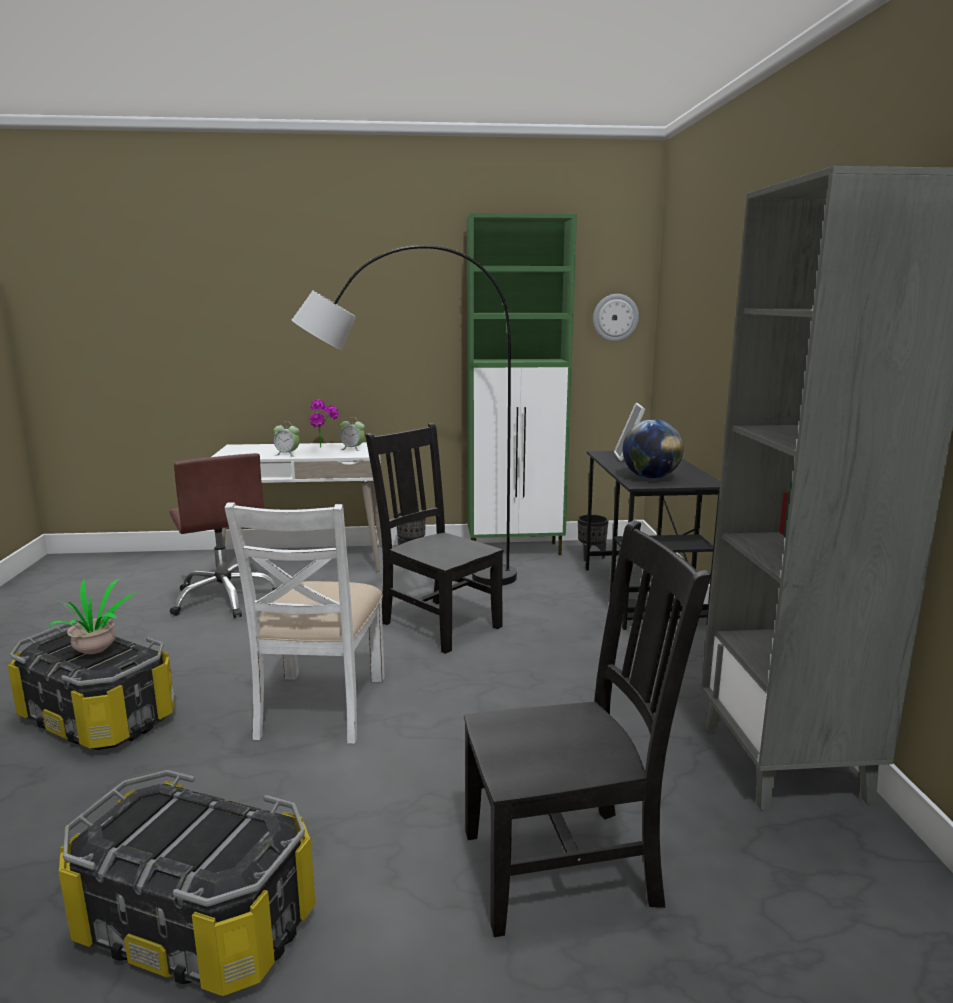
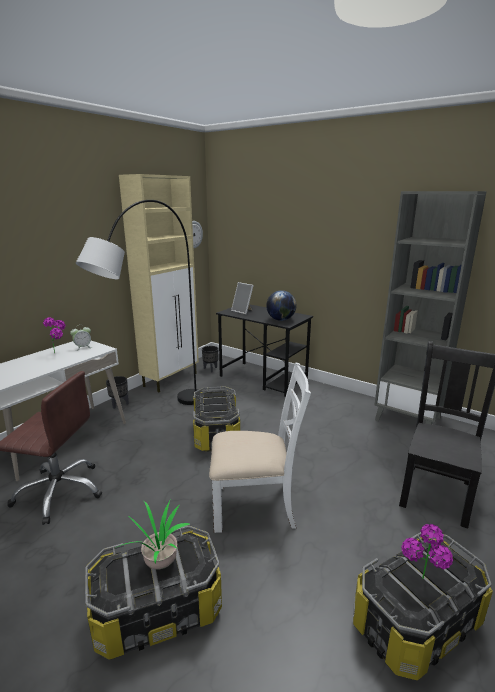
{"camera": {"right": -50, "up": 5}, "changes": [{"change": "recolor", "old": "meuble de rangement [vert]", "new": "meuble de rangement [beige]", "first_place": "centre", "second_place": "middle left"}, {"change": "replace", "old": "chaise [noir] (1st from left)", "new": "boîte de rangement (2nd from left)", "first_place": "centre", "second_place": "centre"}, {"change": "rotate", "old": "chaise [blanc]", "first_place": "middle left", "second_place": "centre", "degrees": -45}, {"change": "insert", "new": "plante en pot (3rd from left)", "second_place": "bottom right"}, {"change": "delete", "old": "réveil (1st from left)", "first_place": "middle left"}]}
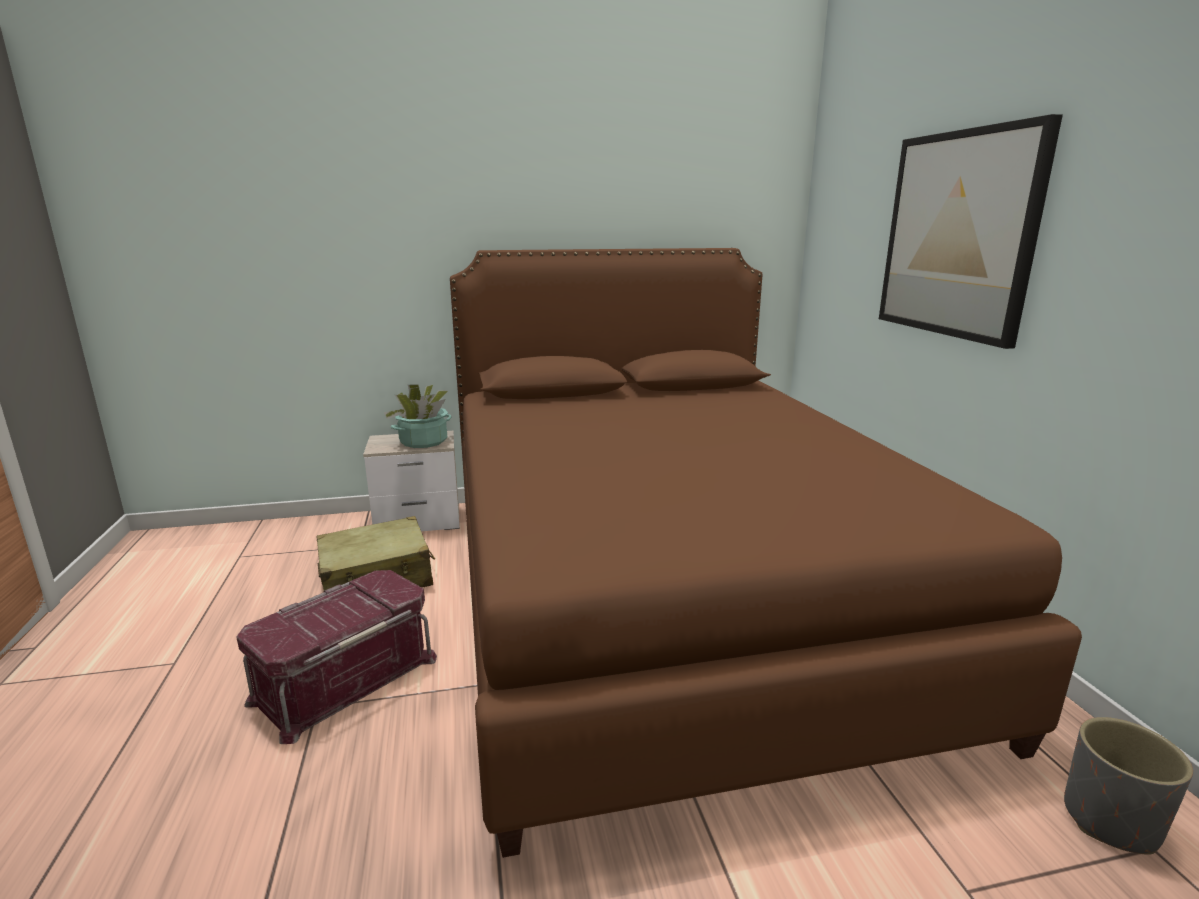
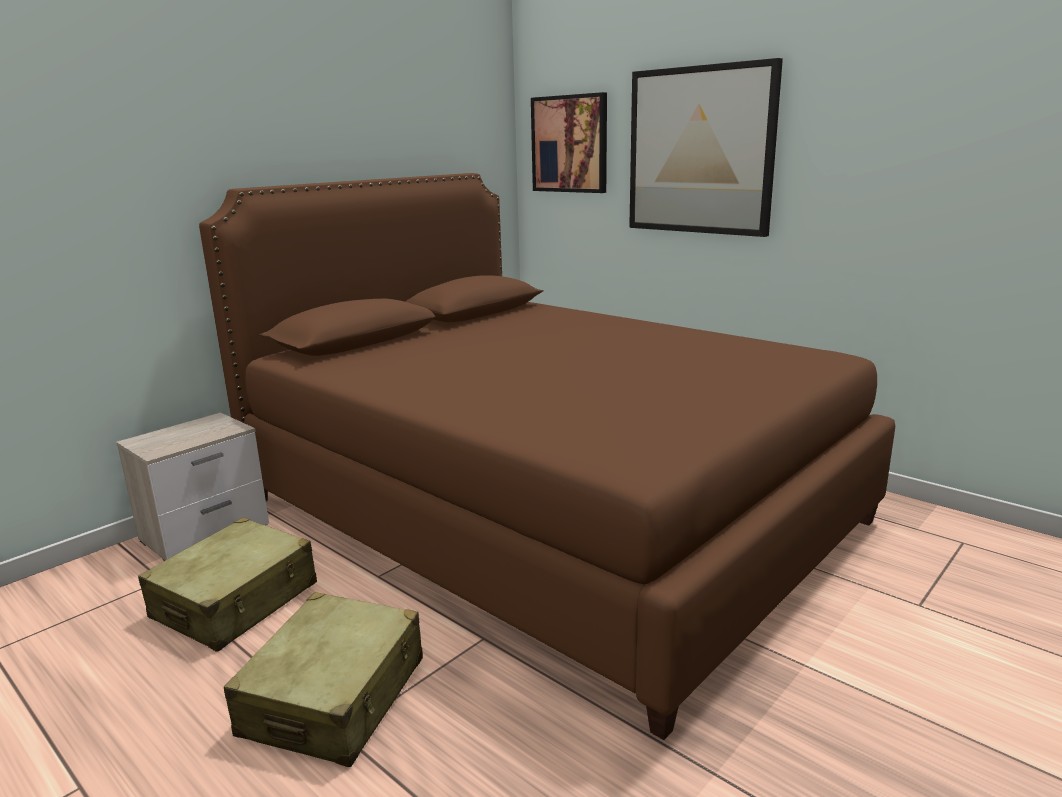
{"camera": {"right": -35, "up": 0}, "changes": [{"change": "replace", "old": "boîte de rangement [rouge]", "new": "valise [beige] (2nd from left)", "first_place": "bottom left", "second_place": "bottom left"}, {"change": "insert", "new": "tableau (1st from left)", "second_place": "top centre"}, {"change": "delete", "old": "plante en pot", "first_place": "centre"}, {"change": "delete", "old": "cache-pot [gris]", "first_place": "bottom right"}]}
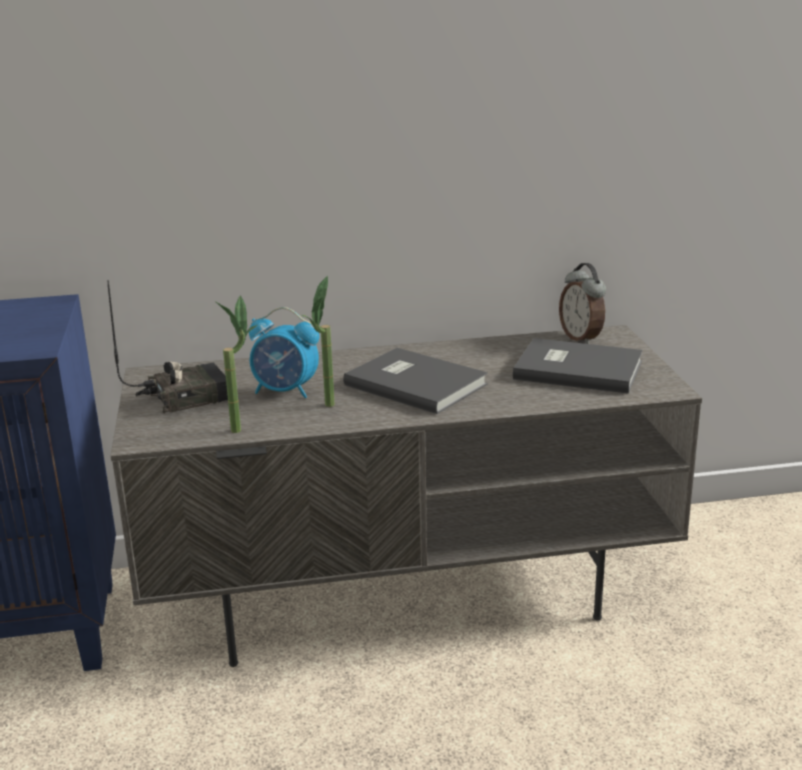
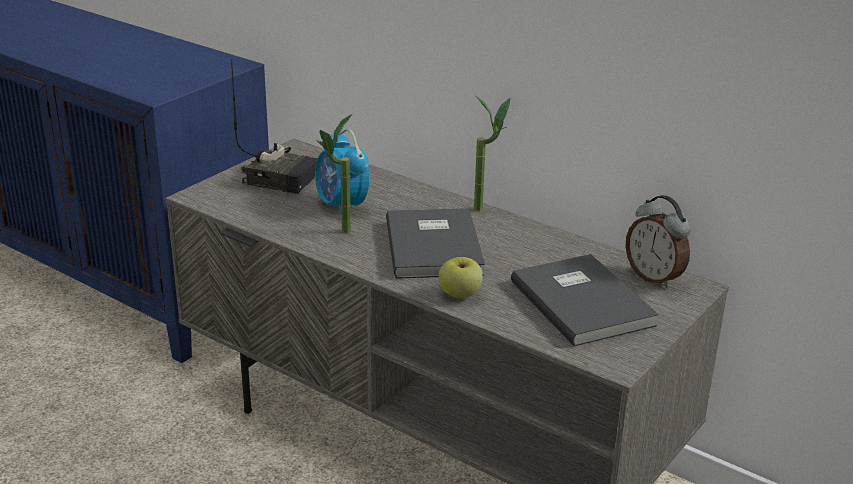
{"camera": {"right": 45, "up": 5}, "changes": [{"change": "insert", "new": "pomme", "second_place": "centre"}, {"change": "move", "old": "plante en pot (1st from left in the first image)", "new": "plante en pot (2nd from left)", "first_place": "middle left", "second_place": "top centre"}, {"change": "rotate", "old": "réveil (2nd from left)", "first_place": "middle right", "second_place": "middle right", "degrees": -60}]}
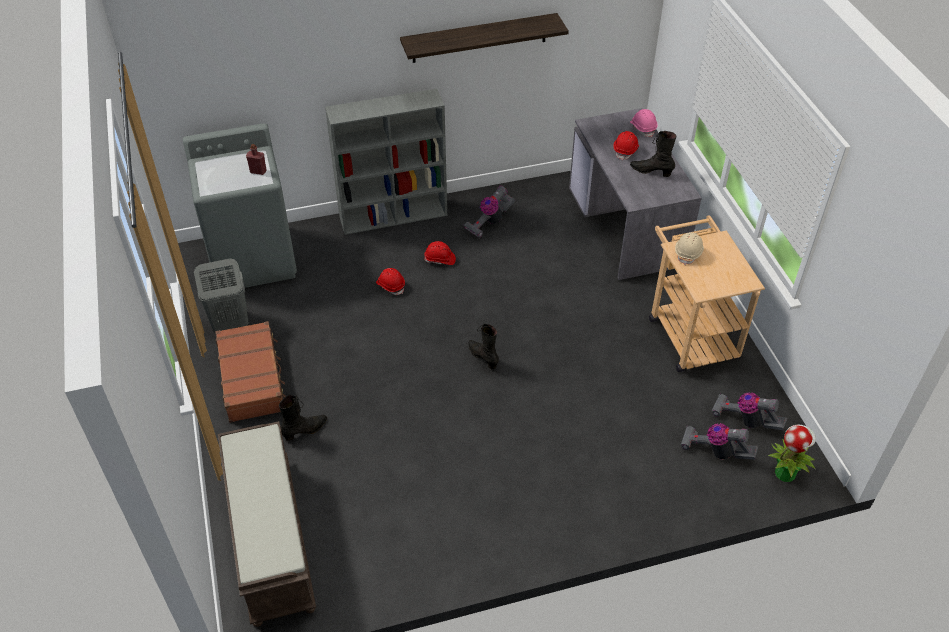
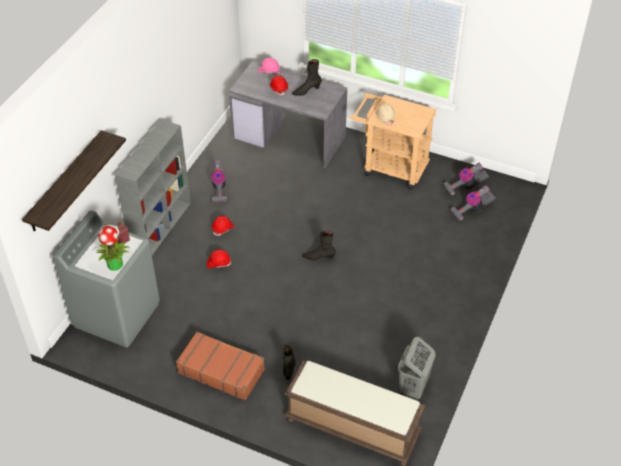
{"camera": {"right": -50, "up": 0}, "changes": [{"change": "move", "old": "étagère", "first_place": "top centre", "second_place": "middle left"}, {"change": "move", "old": "plante en pot", "first_place": "bottom right", "second_place": "middle left"}, {"change": "move", "old": "panier à linge [gris]", "first_place": "middle left", "second_place": "bottom right"}]}
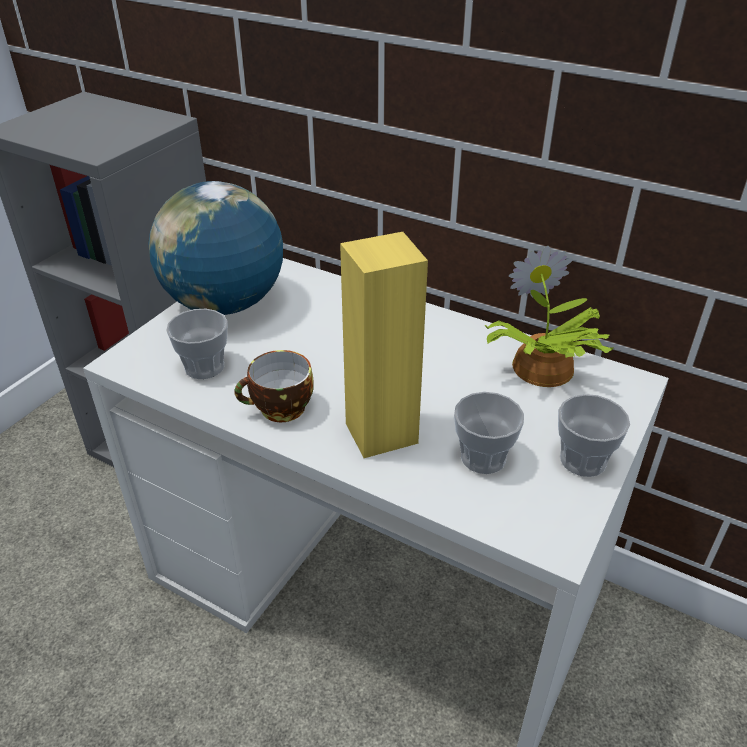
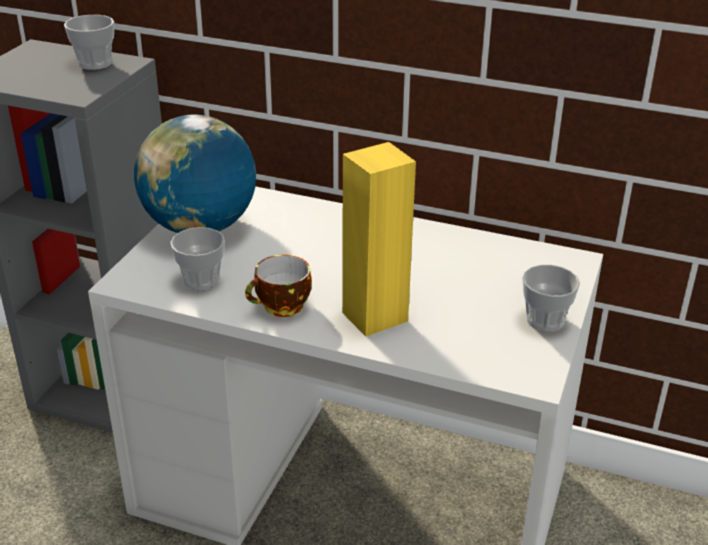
{"camera": {"right": -10, "up": -5}, "changes": [{"change": "move", "old": "tasse (3rd from left in the first image)", "new": "tasse (1st from left)", "first_place": "centre", "second_place": "top left"}, {"change": "delete", "old": "plante en pot", "first_place": "middle right"}]}
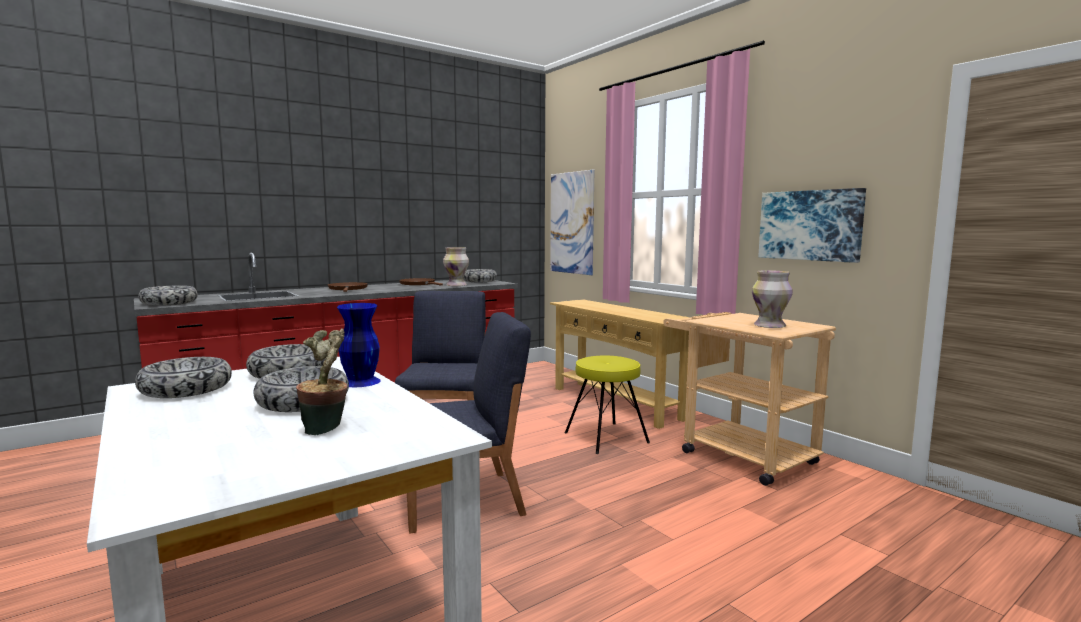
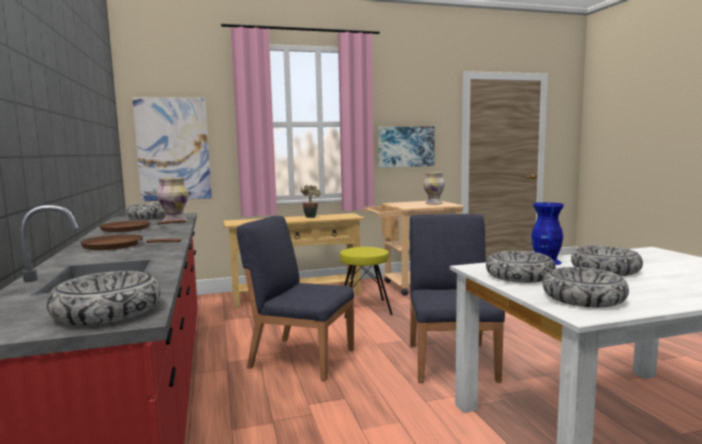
{"camera": {"right": -70, "up": 0}, "changes": [{"change": "move", "old": "plante en pot", "first_place": "middle left", "second_place": "centre"}]}
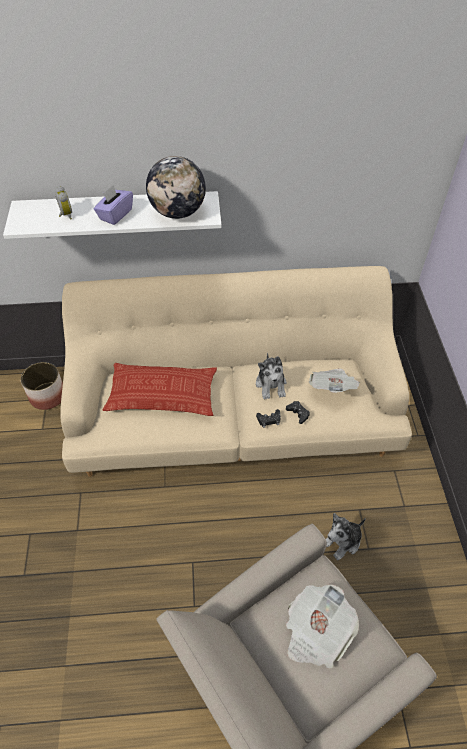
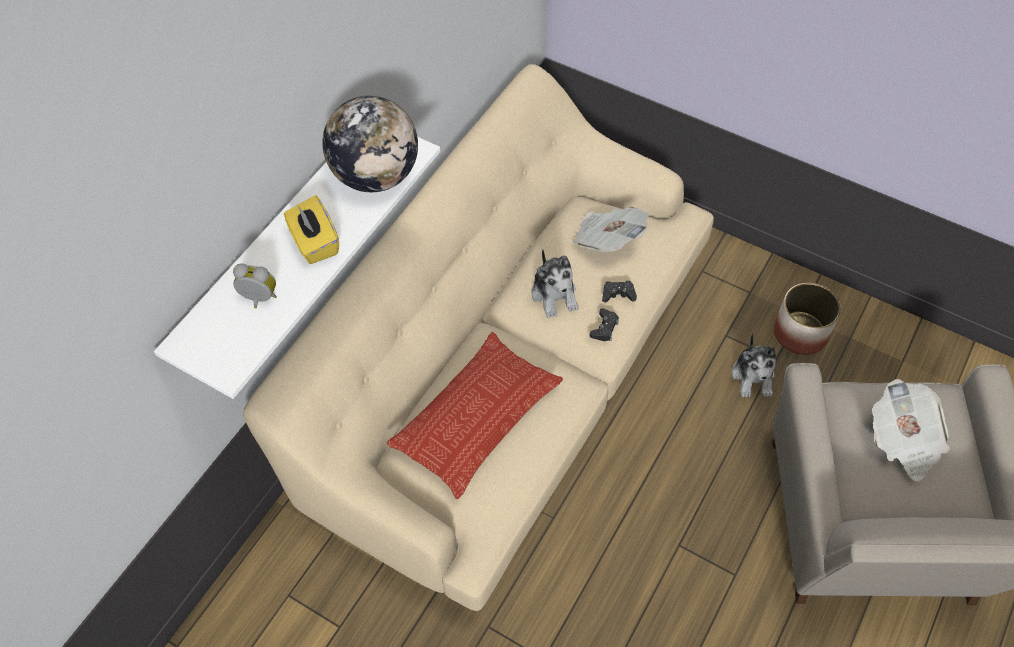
{"camera": {"right": -55, "up": 5}, "changes": [{"change": "recolor", "old": "boîte à mouchoirs [violet]", "new": "boîte à mouchoirs [jaune]", "first_place": "top left", "second_place": "middle left"}, {"change": "rotate", "old": "peluche (1st from left)", "first_place": "centre", "second_place": "centre", "degrees": 45}, {"change": "move", "old": "cache-pot", "first_place": "middle left", "second_place": "middle right"}]}
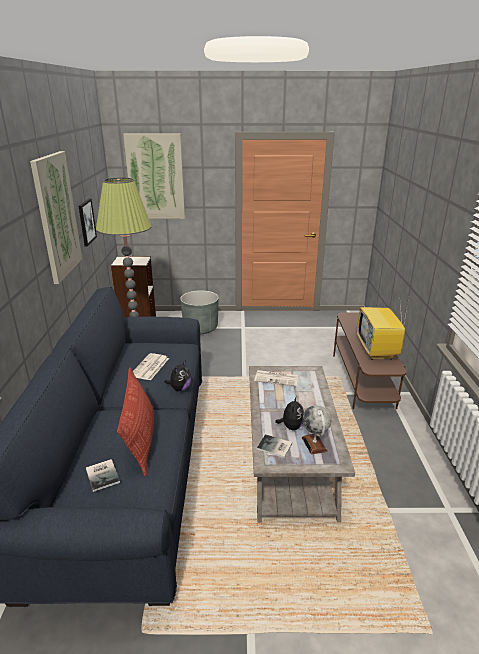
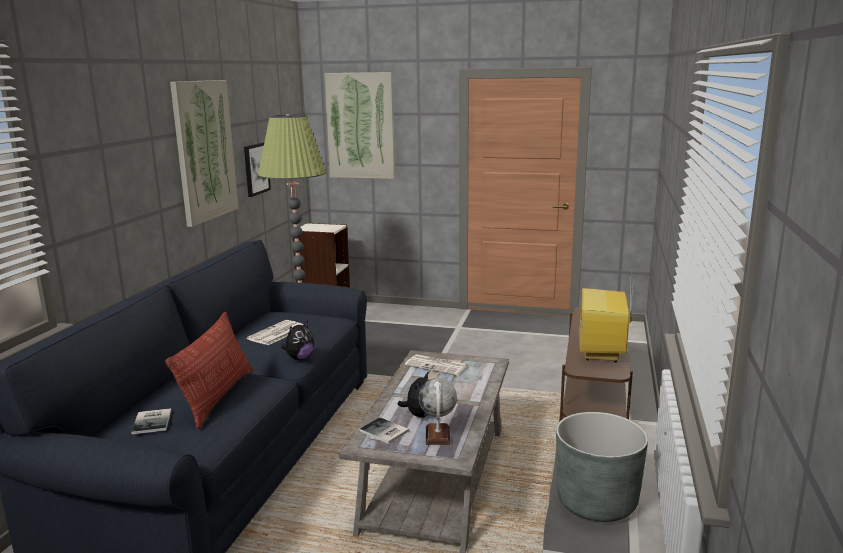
{"camera": {"right": 15, "up": -10}, "changes": [{"change": "move", "old": "cache-pot [gris]", "first_place": "centre", "second_place": "bottom right"}]}
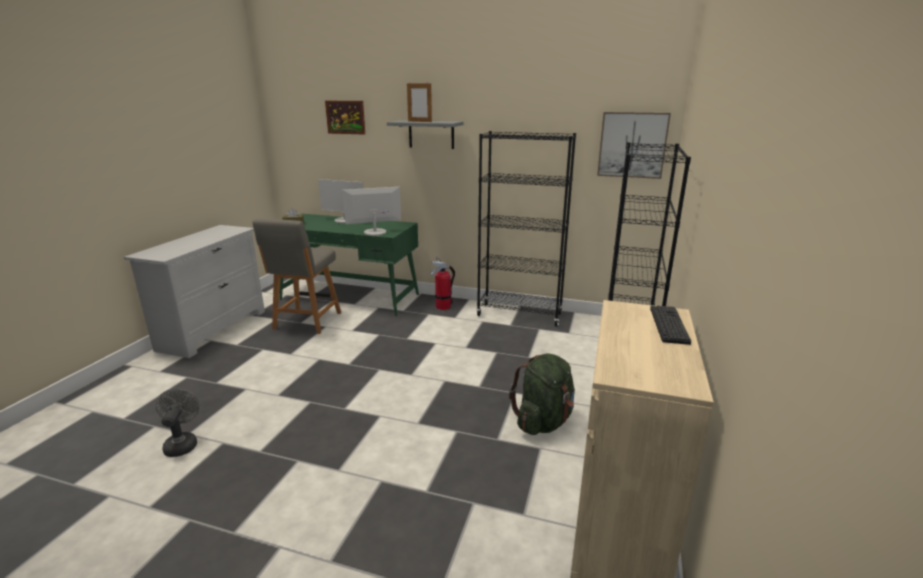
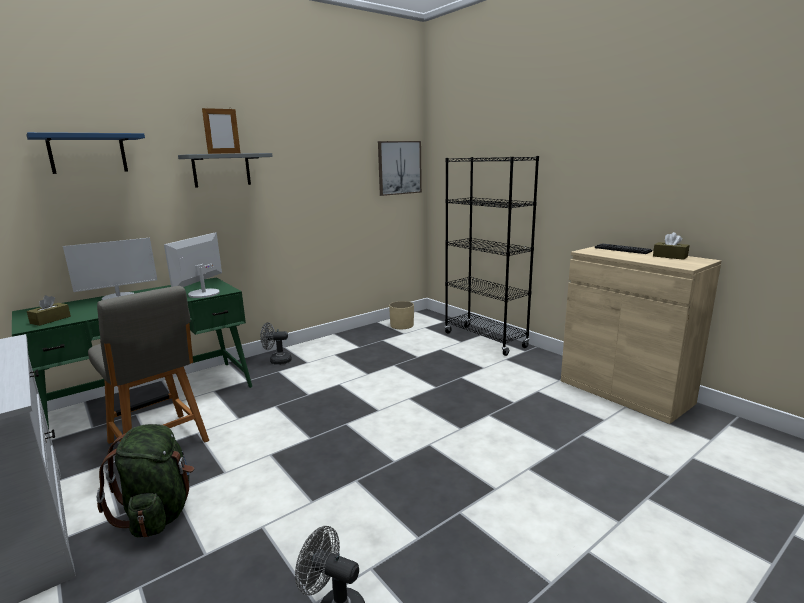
{"camera": {"right": -55, "up": -5}, "changes": [{"change": "replace", "old": "tableau (1st from left)", "new": "étagère [bleu]", "first_place": "top centre", "second_place": "top left"}, {"change": "move", "old": "sac à dos [vert]", "first_place": "bottom centre", "second_place": "bottom left"}, {"change": "replace", "old": "extincteur", "new": "ventilateur [gris] (1st from left)", "first_place": "centre", "second_place": "centre"}, {"change": "insert", "new": "cache-pot [beige]", "second_place": "centre"}, {"change": "insert", "new": "boîte à mouchoirs [marron] (2nd from left)", "second_place": "middle right"}, {"change": "delete", "old": "bibliothèque [noir] (1st from left)", "first_place": "centre"}]}
